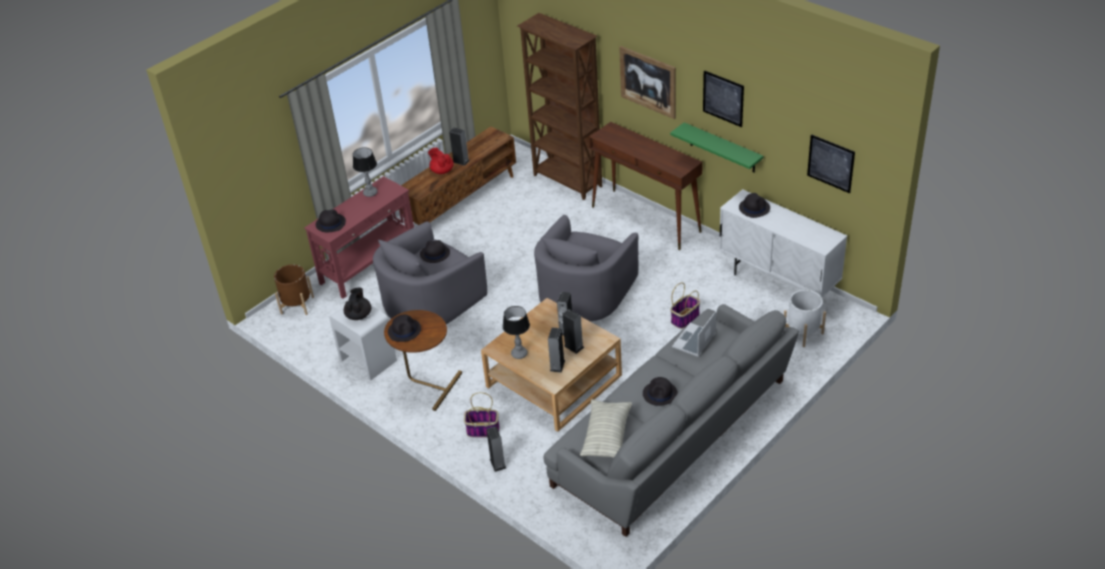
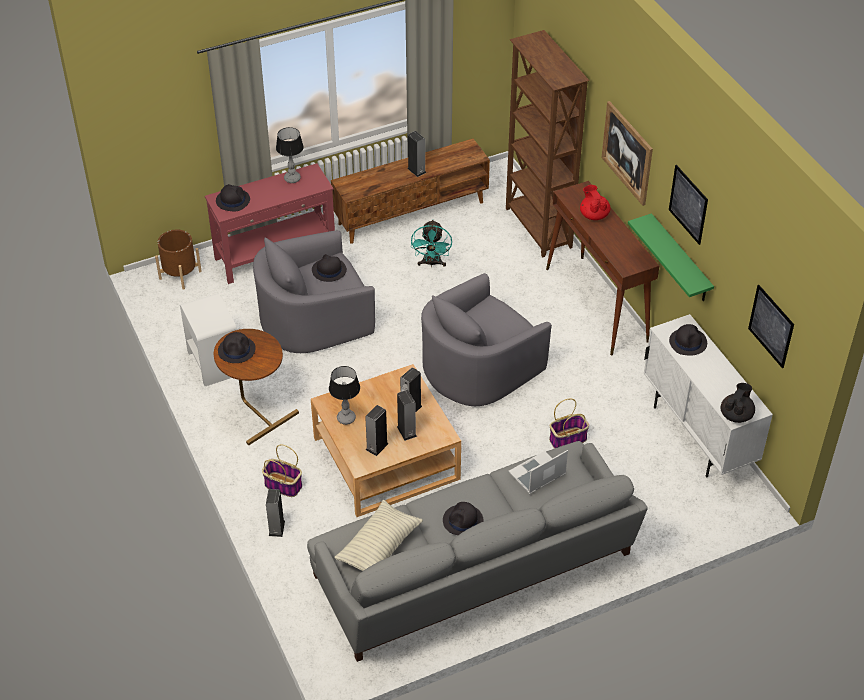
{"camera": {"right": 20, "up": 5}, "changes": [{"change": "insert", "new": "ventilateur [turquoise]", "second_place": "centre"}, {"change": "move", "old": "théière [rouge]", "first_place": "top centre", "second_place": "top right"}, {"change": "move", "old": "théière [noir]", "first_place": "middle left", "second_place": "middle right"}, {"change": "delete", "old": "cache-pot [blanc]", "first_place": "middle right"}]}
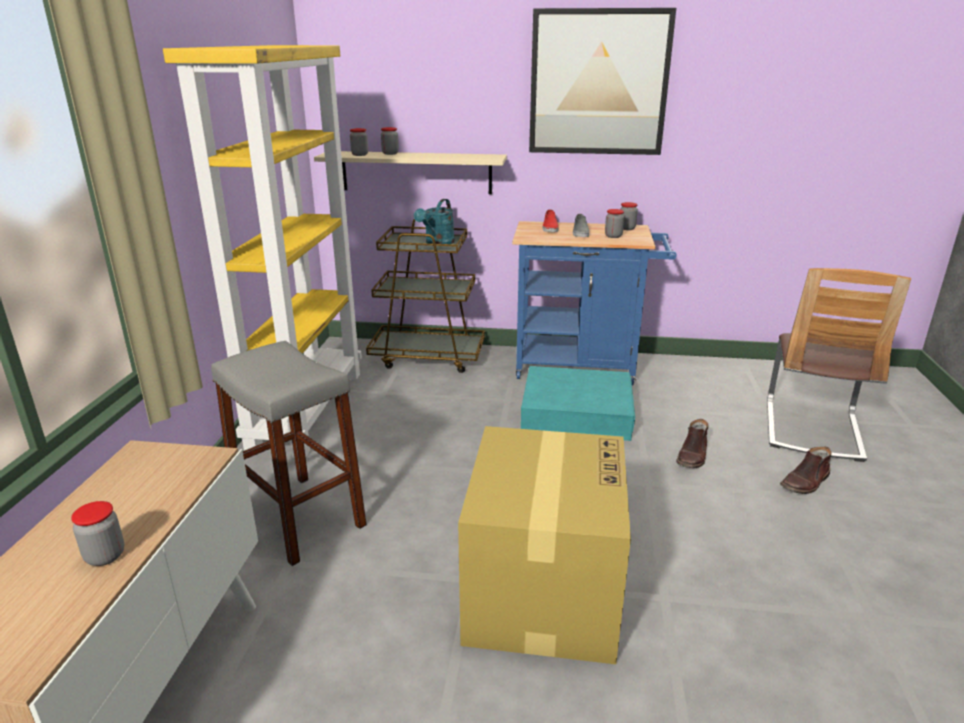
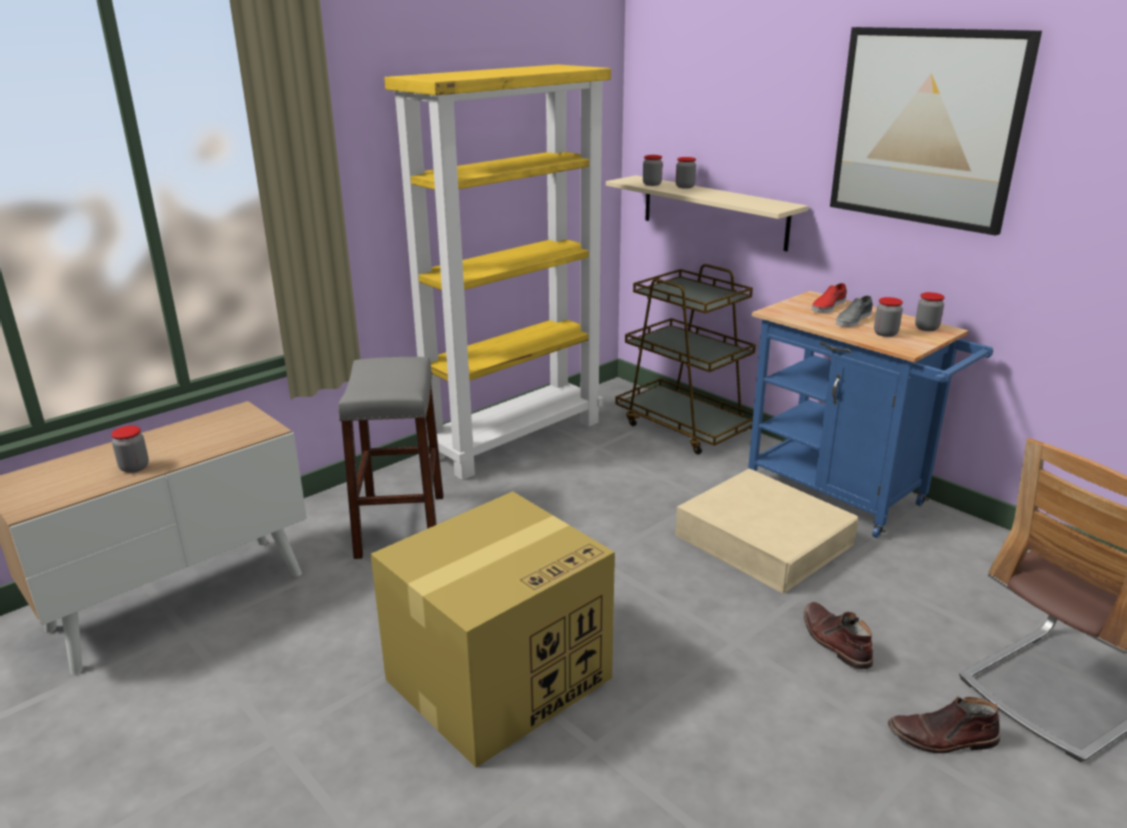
{"camera": {"right": 40, "up": 0}, "changes": [{"change": "recolor", "old": "boîte de rangement [turquoise]", "new": "boîte de rangement [beige]", "first_place": "centre", "second_place": "middle right"}, {"change": "rotate", "old": "botte [marron] (1st from left)", "first_place": "middle right", "second_place": "bottom right", "degrees": 90}, {"change": "delete", "old": "arrosoir [turquoise]", "first_place": "top centre"}]}
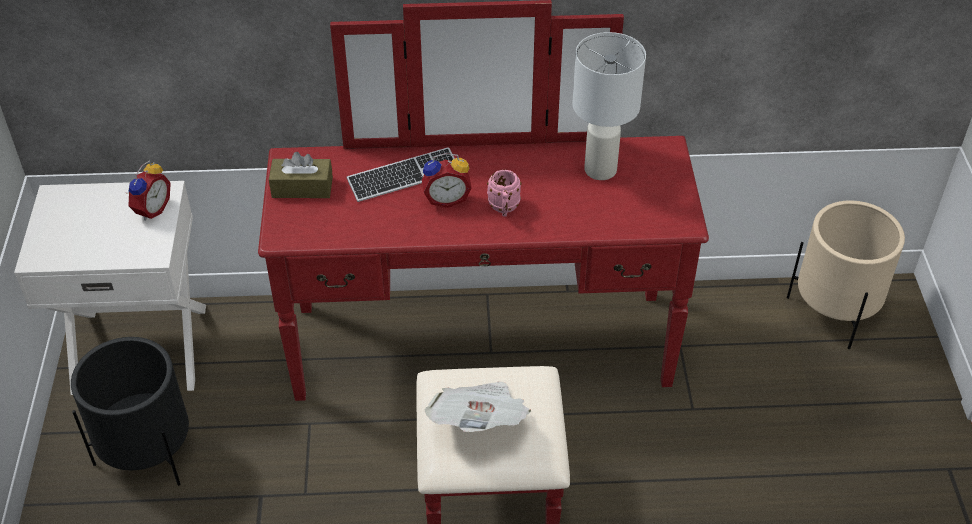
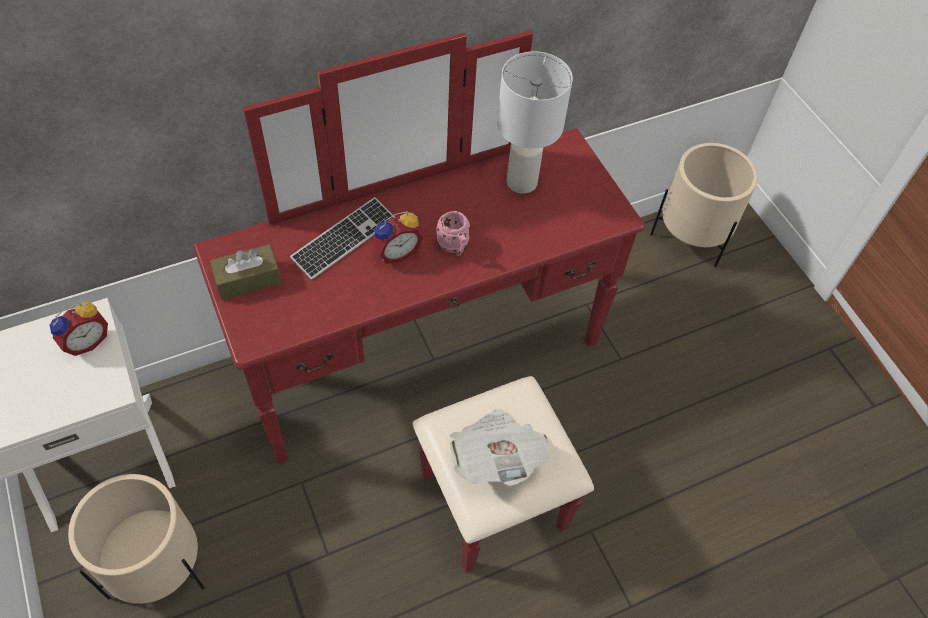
{"camera": {"right": -25, "up": 10}, "changes": [{"change": "rotate", "old": "réveil (1st from left)", "first_place": "middle left", "second_place": "middle left", "degrees": 45}, {"change": "recolor", "old": "cache-pot [noir]", "new": "cache-pot [beige] (1st from left)", "first_place": "bottom left", "second_place": "bottom left"}]}
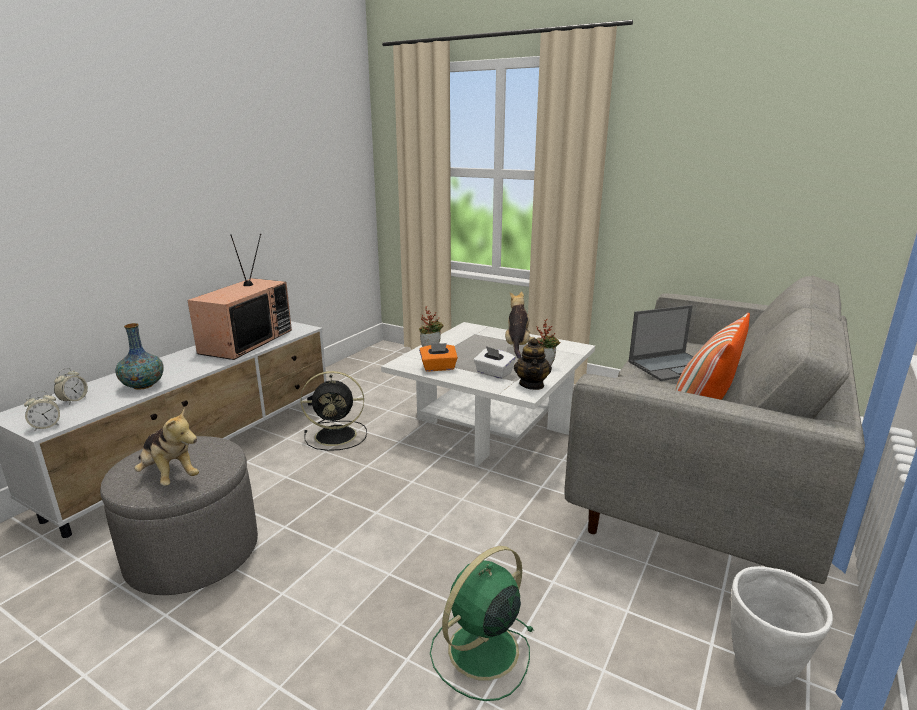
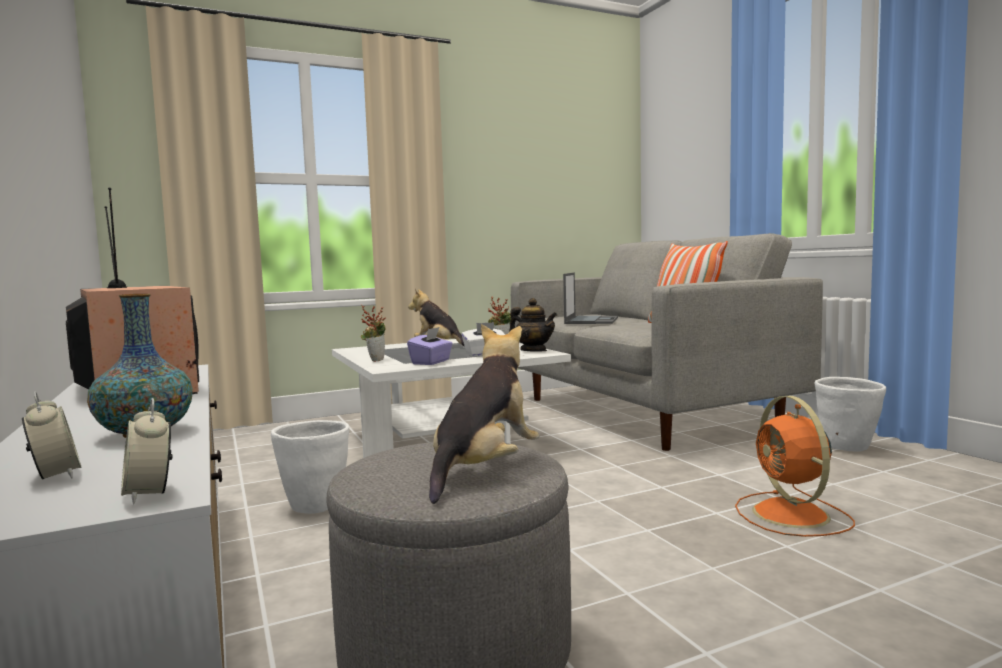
{"camera": {"right": -55, "up": -15}, "changes": [{"change": "rotate", "old": "réveil (1st from left in the first image)", "first_place": "middle left", "second_place": "bottom left", "degrees": 150}, {"change": "replace", "old": "ventilateur [noir]", "new": "cache-pot [blanc] (1st from left)", "first_place": "centre", "second_place": "bottom left"}, {"change": "recolor", "old": "boîte à mouchoirs [orange]", "new": "boîte à mouchoirs [violet]", "first_place": "centre", "second_place": "centre"}, {"change": "rotate", "old": "peluche (1st from left in the first image)", "first_place": "middle left", "second_place": "centre", "degrees": -45}, {"change": "recolor", "old": "ventilateur [vert]", "new": "ventilateur [orange]", "first_place": "bottom centre", "second_place": "bottom right"}]}
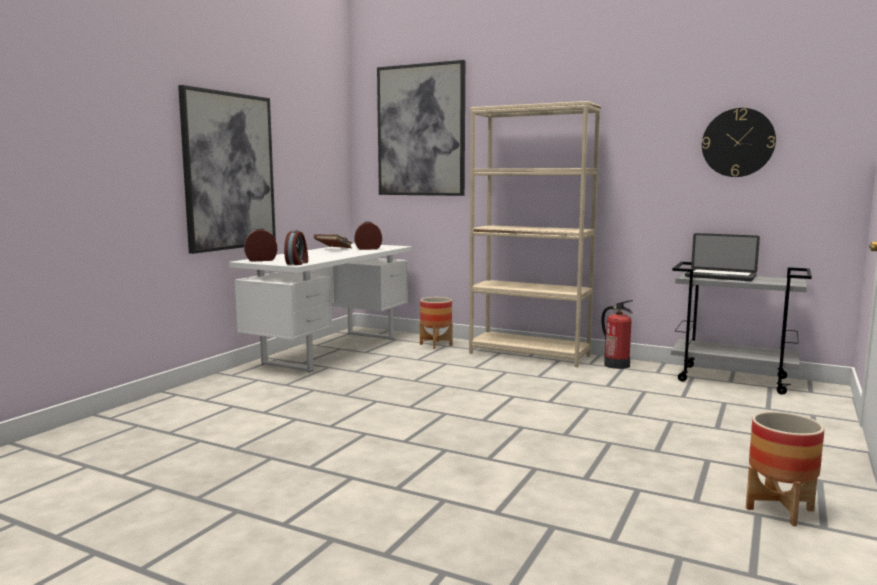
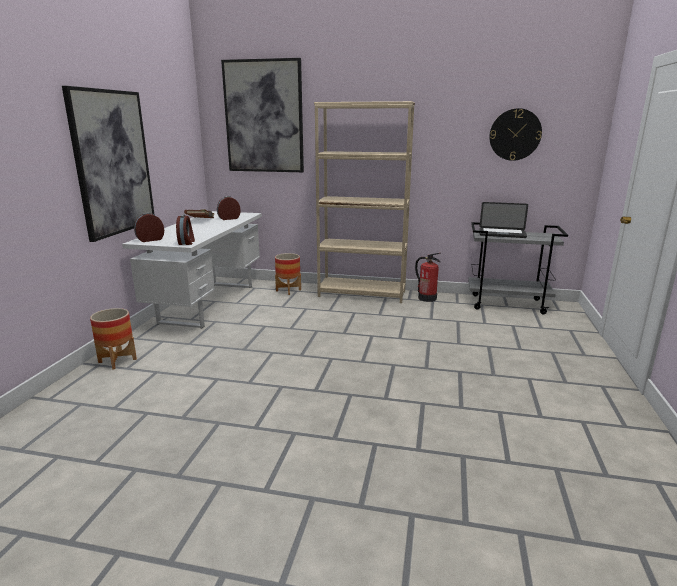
{"camera": {"right": -15, "up": 10}, "changes": [{"change": "move", "old": "cache-pot (2nd from left in the first image)", "new": "cache-pot (1st from left)", "first_place": "bottom right", "second_place": "middle left"}]}
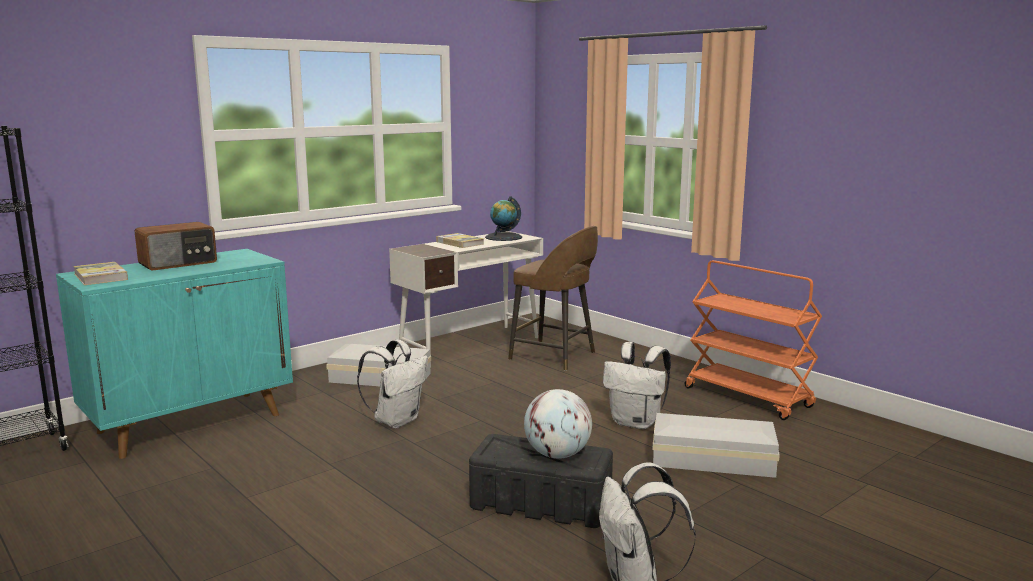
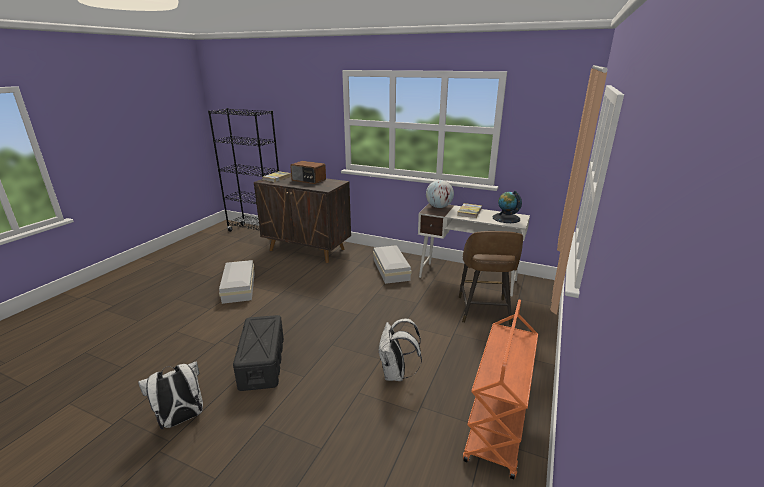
{"camera": {"right": 65, "up": 10}, "changes": [{"change": "move", "old": "boîte de rangement [blanc] (2nd from left in the first image)", "new": "boîte de rangement [blanc] (1st from left)", "first_place": "bottom right", "second_place": "middle left"}, {"change": "recolor", "old": "meuble de rangement [turquoise]", "new": "meuble de rangement [marron]", "first_place": "middle left", "second_place": "centre"}, {"change": "move", "old": "globe (2nd from left in the first image)", "new": "globe (1st from left)", "first_place": "bottom centre", "second_place": "centre"}, {"change": "delete", "old": "sac à dos [blanc] (1st from left)", "first_place": "centre"}]}
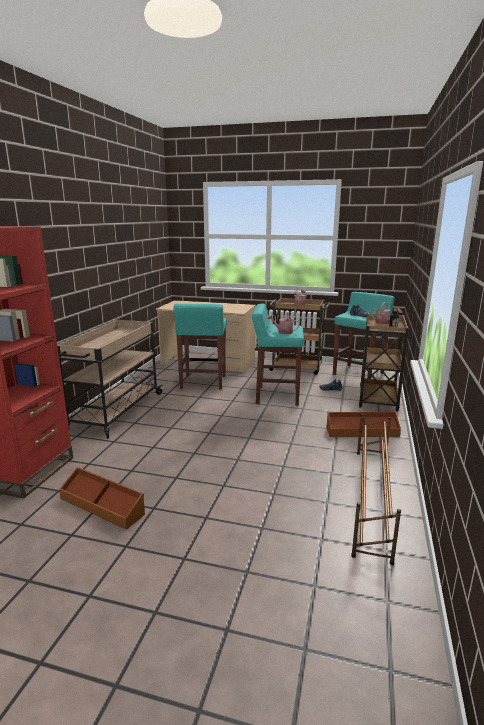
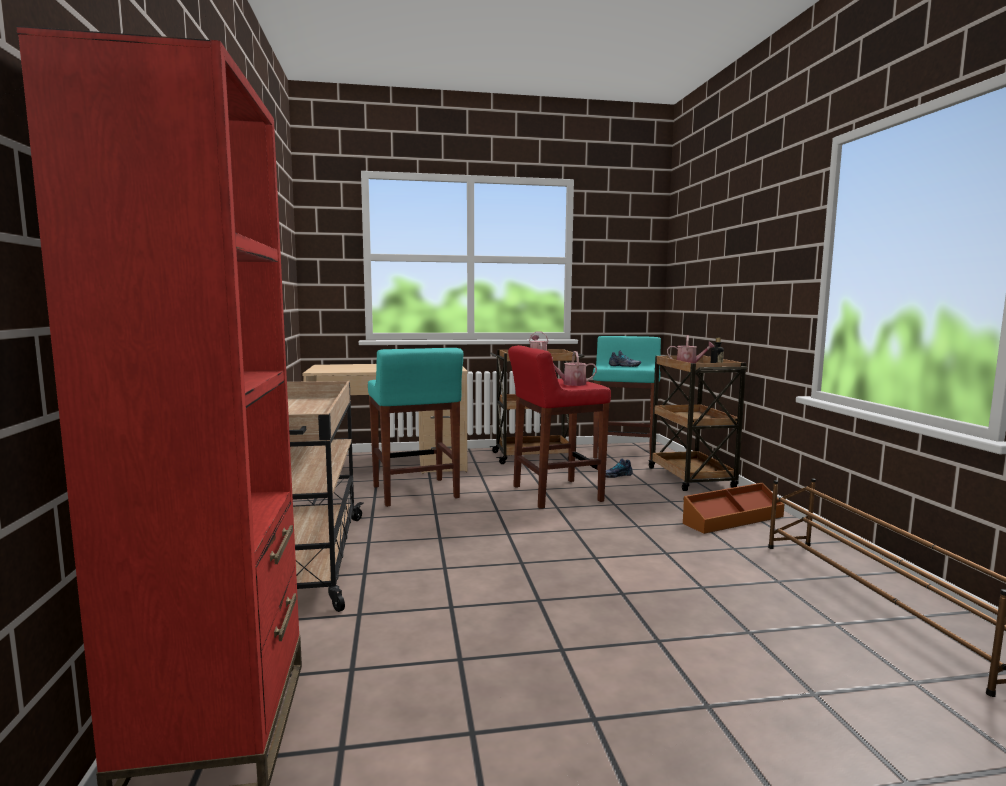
{"camera": {"right": -25, "up": -10}, "changes": [{"change": "recolor", "old": "tabouret [turquoise] (2nd from left)", "new": "tabouret [rouge]", "first_place": "centre", "second_place": "centre"}, {"change": "delete", "old": "boîte de rangement [marron] (1st from left)", "first_place": "bottom left"}]}
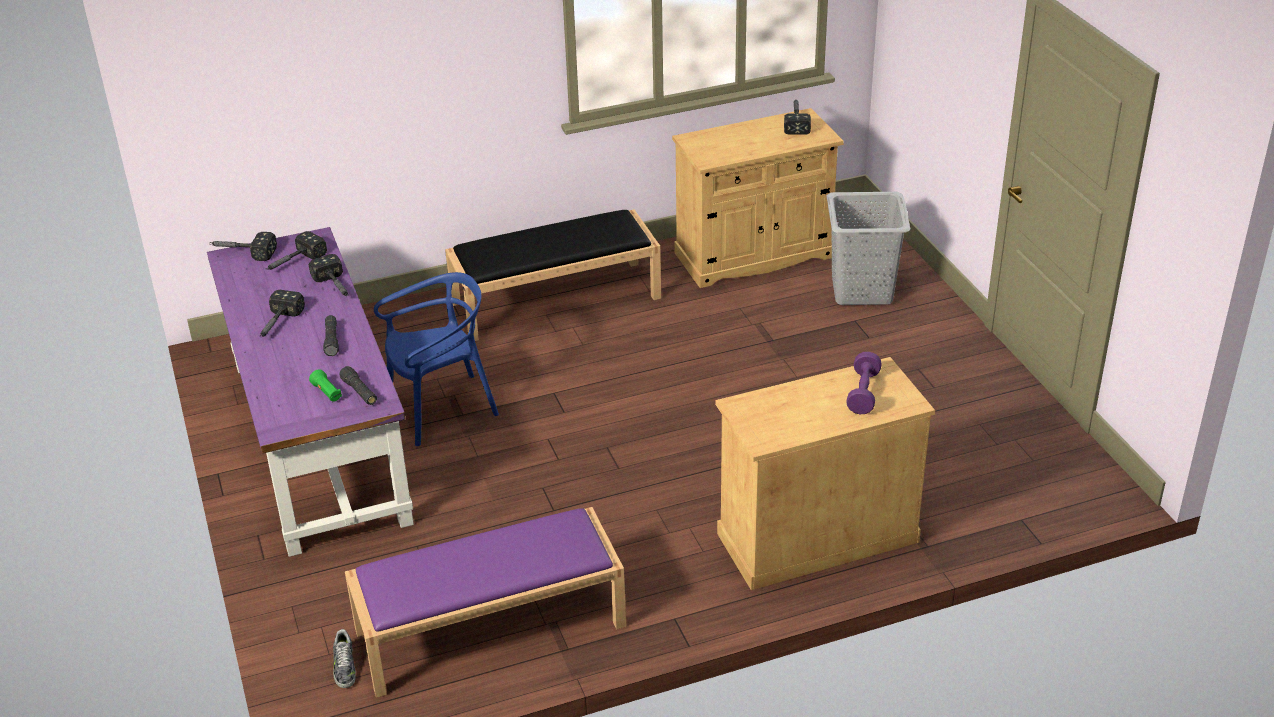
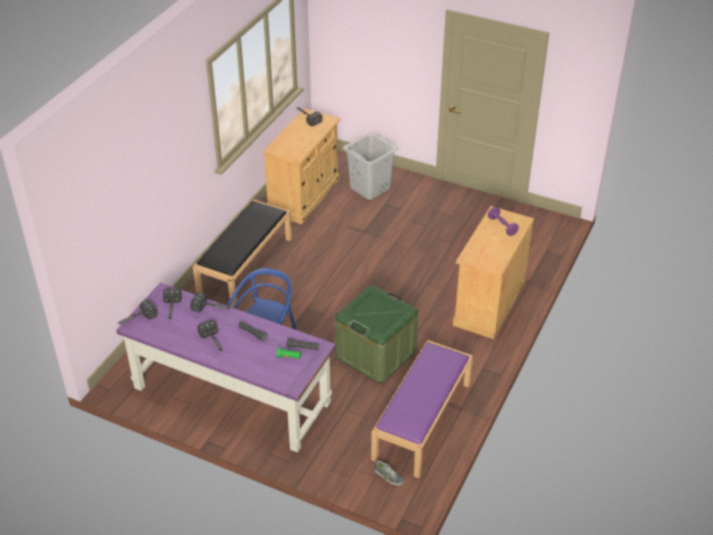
{"camera": {"right": -45, "up": 5}, "changes": [{"change": "insert", "new": "boîte de rangement [vert]", "second_place": "centre"}]}
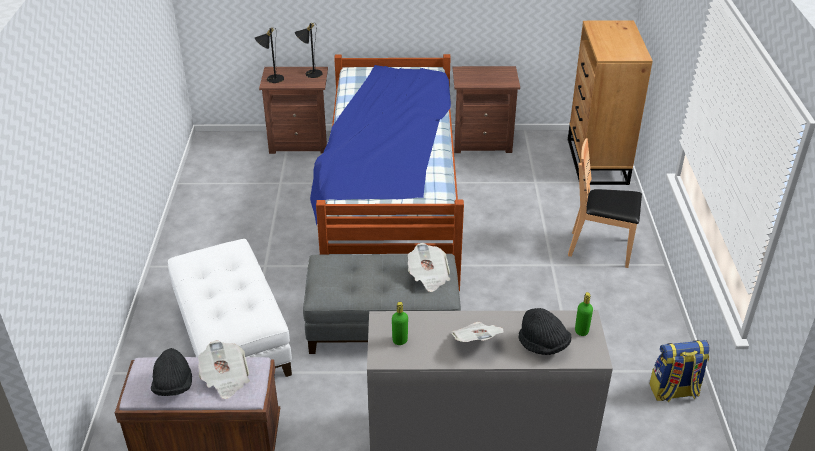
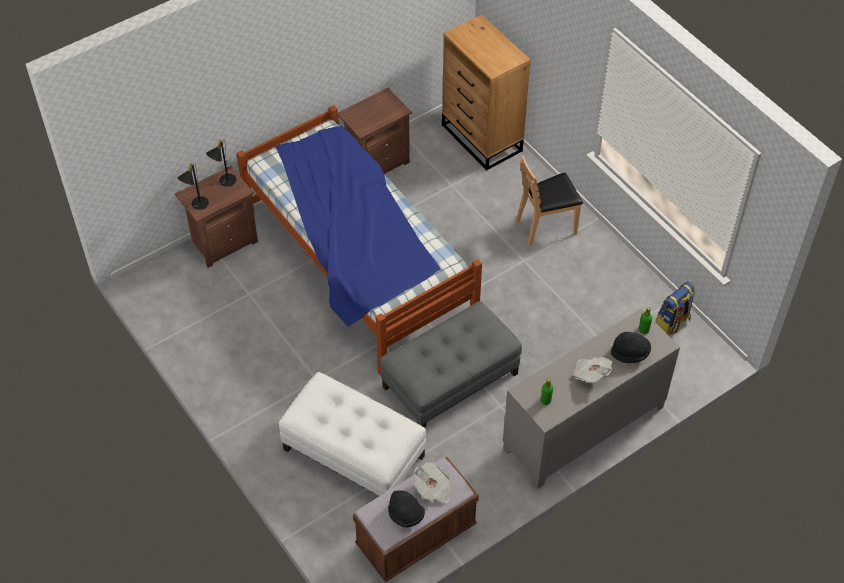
{"camera": {"right": -35, "up": 15}, "changes": [{"change": "delete", "old": "journal (2nd from left)", "first_place": "centre"}]}
